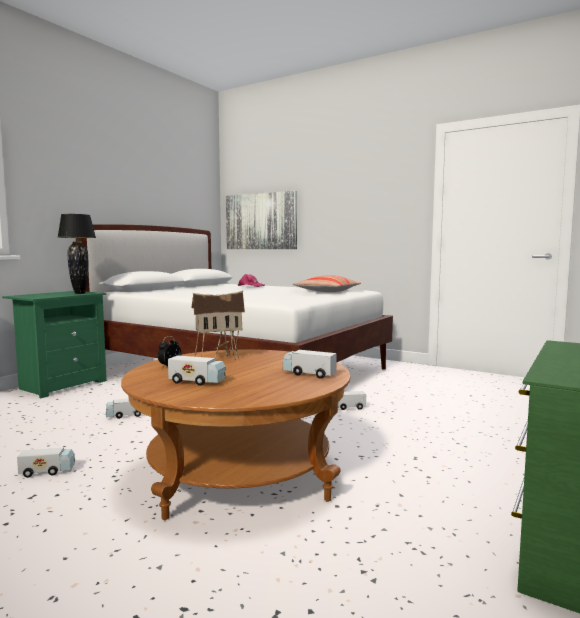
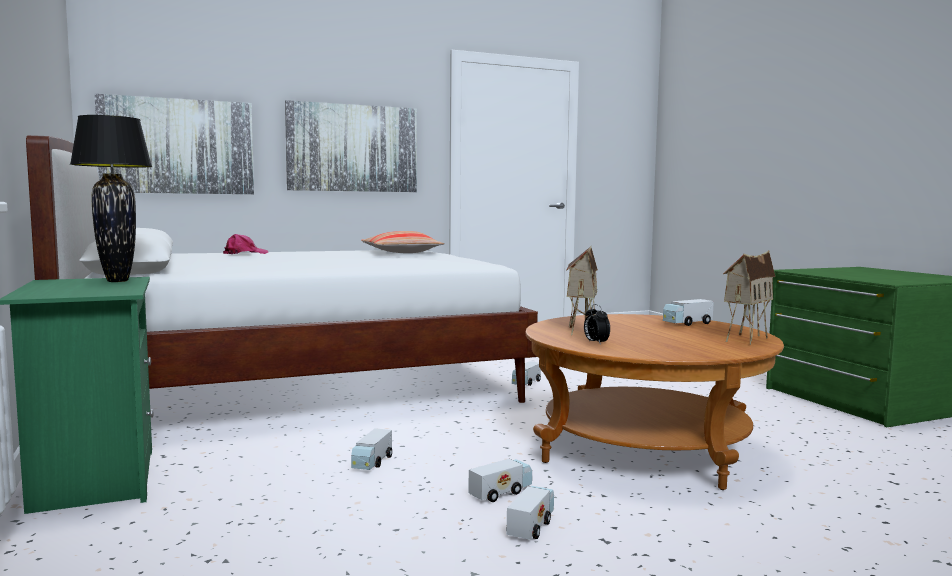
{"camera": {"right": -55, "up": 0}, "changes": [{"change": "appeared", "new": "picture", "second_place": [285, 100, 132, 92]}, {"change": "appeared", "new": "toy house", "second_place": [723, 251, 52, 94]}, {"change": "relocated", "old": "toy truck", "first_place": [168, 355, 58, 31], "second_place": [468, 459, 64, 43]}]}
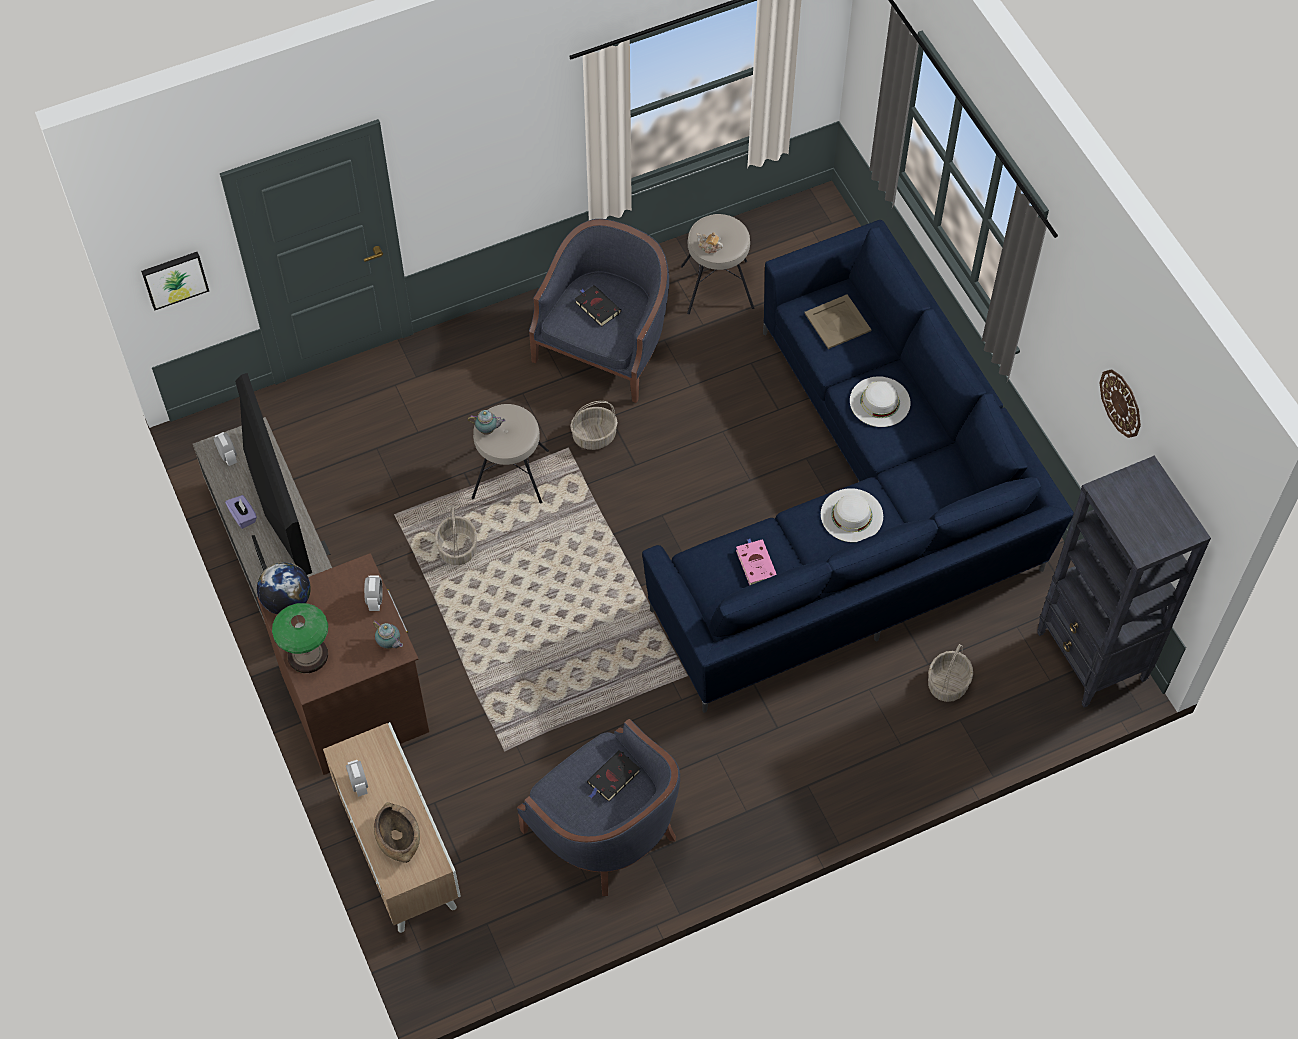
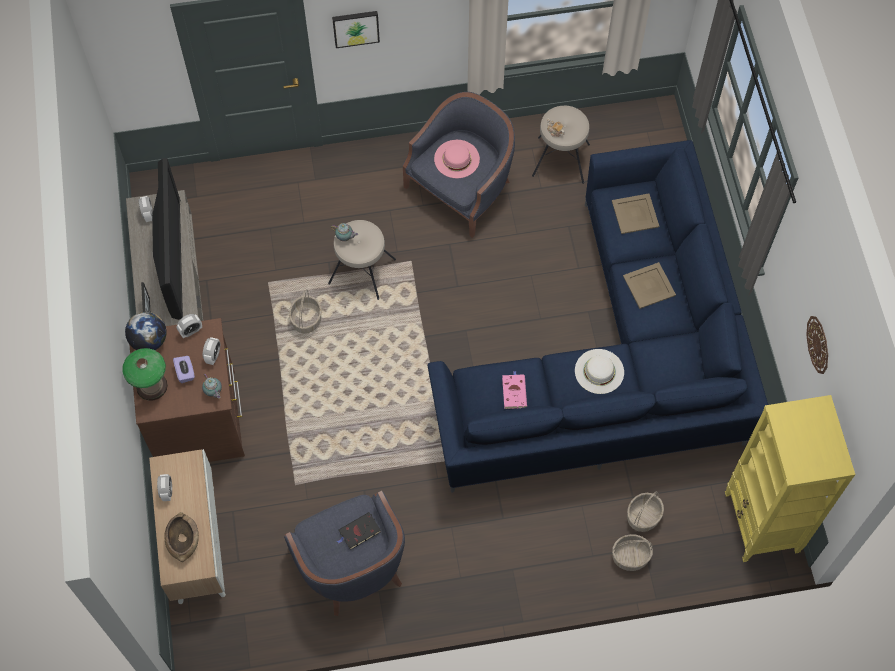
{"camera": {"right": 15, "up": 5}, "changes": [{"change": "appeared", "new": "alarm clock", "second_place": [177, 314, 25, 24]}, {"change": "relocated", "old": "picture", "first_place": [141, 252, 68, 58], "second_place": [332, 11, 48, 37]}, {"change": "relocated", "old": "purple tissue box", "first_place": [225, 495, 32, 34], "second_place": [173, 356, 22, 27]}, {"change": "relocated", "old": "basket", "first_place": [570, 401, 48, 49], "second_place": [612, 534, 41, 37]}, {"change": "exchanged", "old": "black book", "new": "pink hat", "first_place": [575, 285, 46, 42], "second_place": [434, 140, 46, 38]}, {"change": "exchanged", "old": "white hat", "new": "beige tray", "first_place": [850, 376, 60, 51], "second_place": [623, 262, 53, 47]}, {"change": "colour", "old": "black bookcase", "new": "yellow bookcase", "first_place": [1037, 456, 174, 251], "second_place": [725, 395, 130, 167]}]}
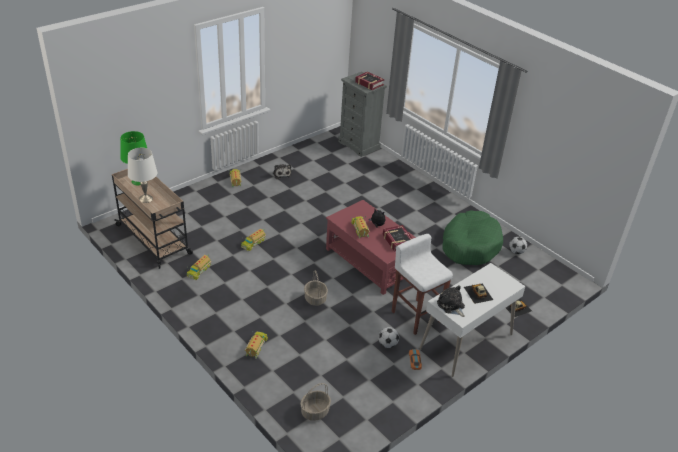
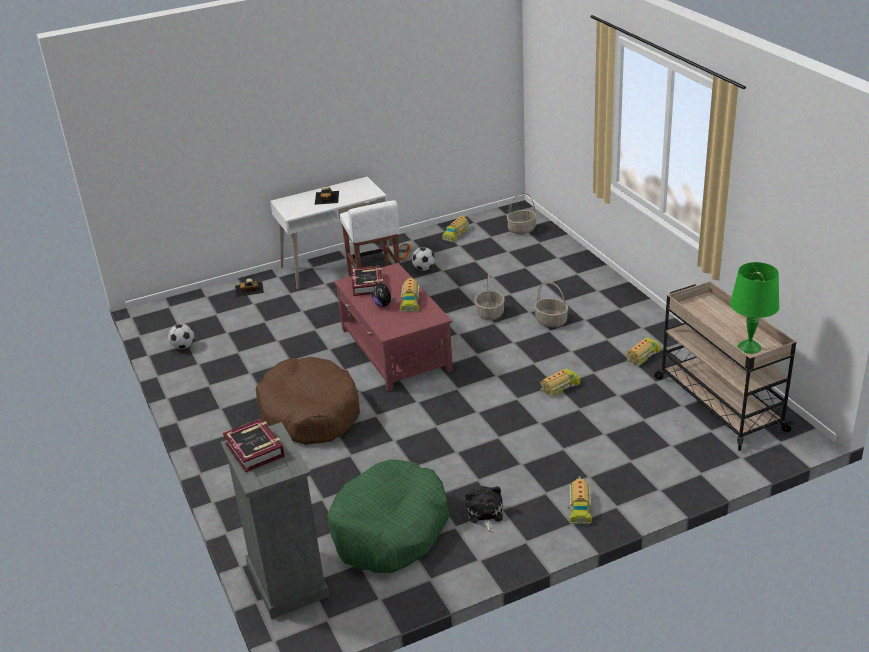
{"camera": {"right": -160, "up": -5}, "changes": [{"change": "missing", "old": "white table lamp", "first_place": [128, 148, 30, 55]}, {"change": "missing", "old": "plush toy", "first_place": [437, 285, 28, 32]}, {"change": "appeared", "new": "brown dog bed", "second_place": [256, 357, 104, 88]}, {"change": "appeared", "new": "basket", "second_place": [534, 281, 35, 46]}, {"change": "relocated", "old": "toy truck", "first_place": [245, 331, 23, 28], "second_place": [442, 216, 27, 26]}, {"change": "relocated", "old": "green dog bed", "first_place": [442, 210, 61, 55], "second_place": [327, 459, 122, 114]}]}
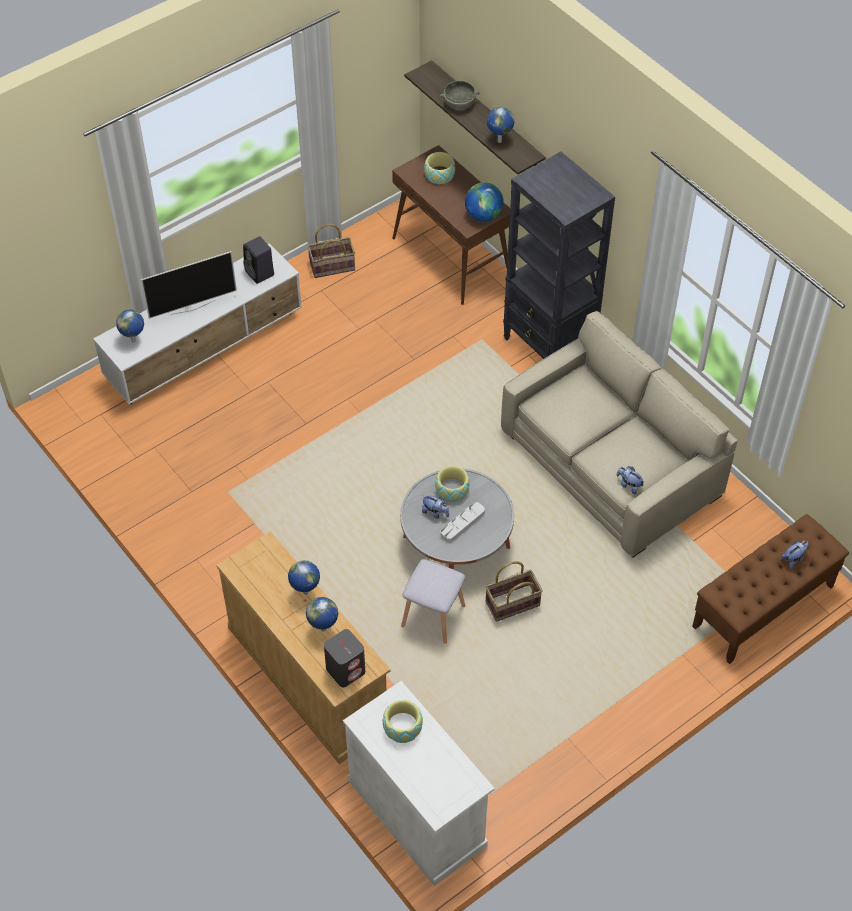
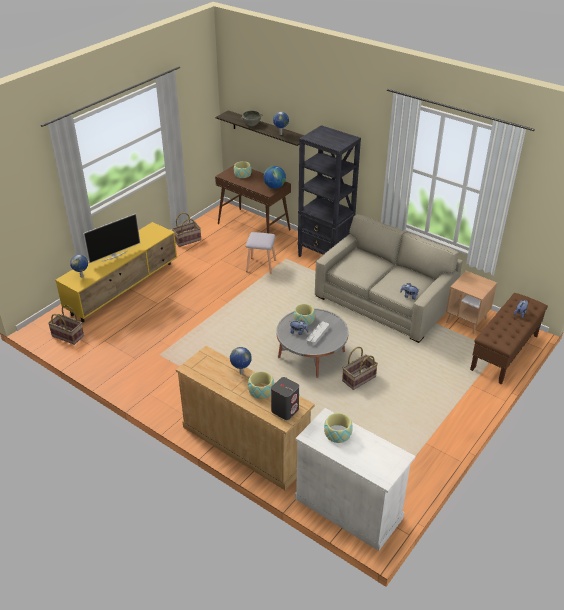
{"camera": {"right": -15, "up": -15}, "changes": [{"change": "missing", "old": "black speaker", "first_place": [243, 236, 31, 48]}, {"change": "appeared", "new": "basket", "second_place": [48, 305, 36, 40]}, {"change": "appeared", "new": "brown side table", "second_place": [446, 271, 51, 64]}, {"change": "relocated", "old": "grey stool", "first_place": [401, 559, 64, 85], "second_place": [246, 232, 30, 42]}, {"change": "exchanged", "old": "globe", "new": "bowl", "first_place": [306, 597, 32, 35], "second_place": [248, 371, 26, 28]}, {"change": "colour", "old": "white tv stand", "new": "yellow tv stand", "first_place": [93, 243, 209, 161], "second_place": [55, 222, 122, 100]}]}
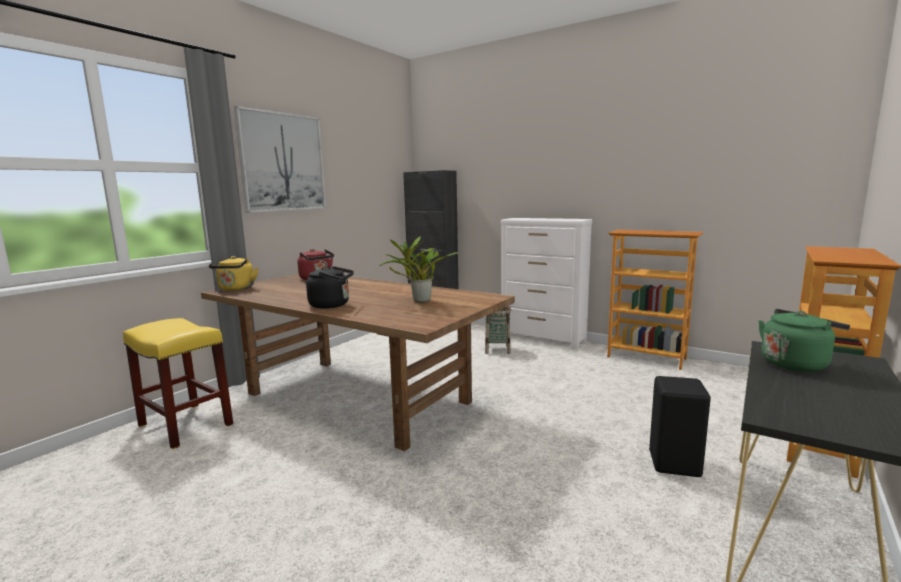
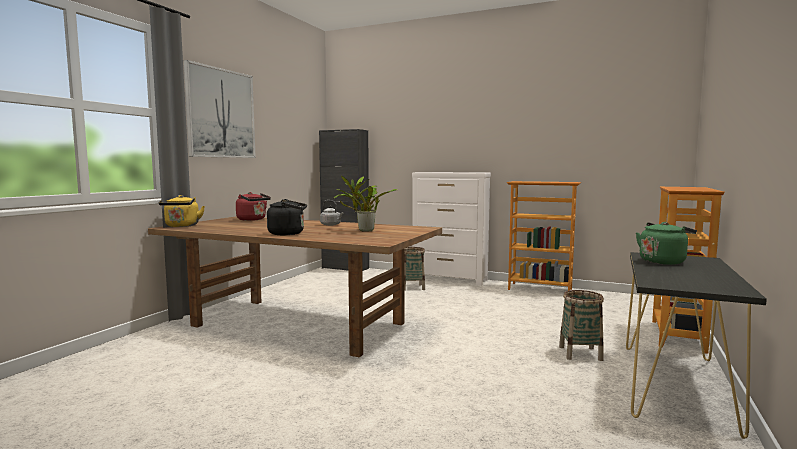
{"camera": {"right": -10, "up": -5}, "changes": [{"change": "missing", "old": "yellow stool", "first_place": [123, 318, 110, 131]}, {"change": "appeared", "new": "grey kettle", "second_place": [320, 200, 24, 26]}, {"change": "exchanged", "old": "black stool", "new": "basket", "first_place": [649, 376, 62, 101], "second_place": [559, 290, 45, 71]}]}
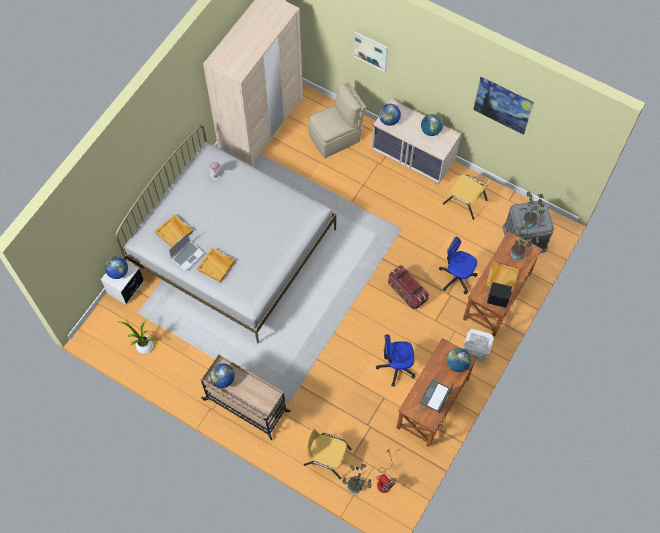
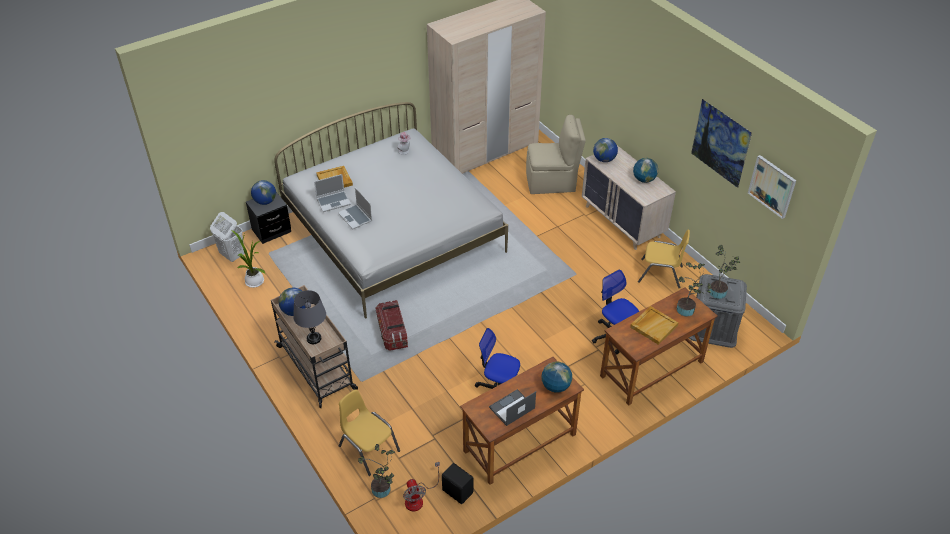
{"camera": {"right": 25, "up": -20}, "changes": [{"change": "appeared", "new": "grey table lamp", "second_place": [293, 290, 33, 54]}, {"change": "relocated", "old": "picture", "first_place": [353, 31, 35, 41], "second_place": [748, 155, 48, 64]}, {"change": "relocated", "old": "storage box", "first_place": [388, 265, 41, 44], "second_place": [375, 300, 33, 51]}, {"change": "relocated", "old": "white laundry basket", "first_place": [464, 329, 29, 33], "second_place": [210, 212, 35, 50]}, {"change": "relocated", "old": "black speaker", "first_place": [487, 282, 25, 26], "second_place": [442, 463, 31, 41]}, {"change": "exchanged", "old": "beige tray", "new": "laptop", "first_place": [197, 248, 38, 34], "second_place": [338, 188, 34, 41]}, {"change": "colour", "old": "white nightstand", "new": "black nightstand", "first_place": [101, 261, 43, 44], "second_place": [246, 192, 45, 52]}, {"change": "spun", "old": "yellow chair", "first_place": [443, 175, 47, 45], "second_place": [638, 230, 52, 58], "degrees": -45}]}
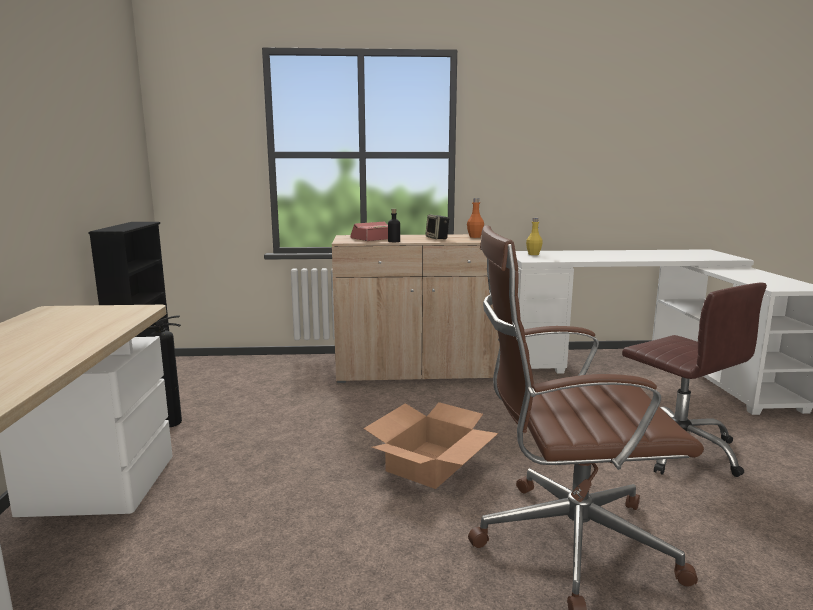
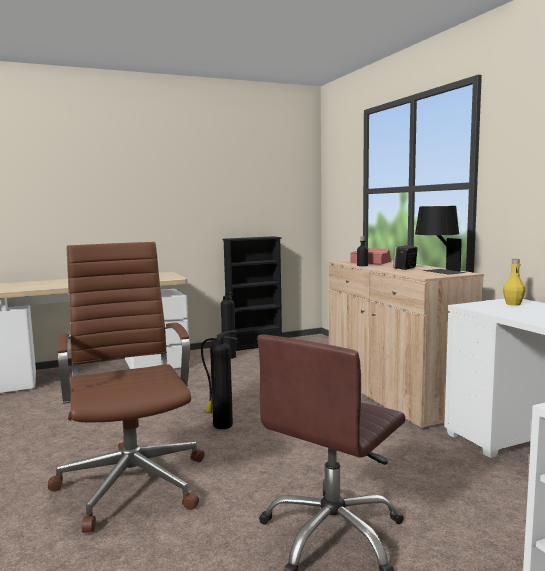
{"camera": {"right": 70, "up": -5}, "changes": [{"change": "exchanged", "old": "cardboard box", "new": "fire extinguisher", "first_place": [364, 402, 134, 87], "second_place": [201, 330, 36, 99]}, {"change": "exchanged", "old": "orange bottle", "new": "black table lamp", "first_place": [467, 198, 17, 40], "second_place": [415, 206, 51, 68]}]}
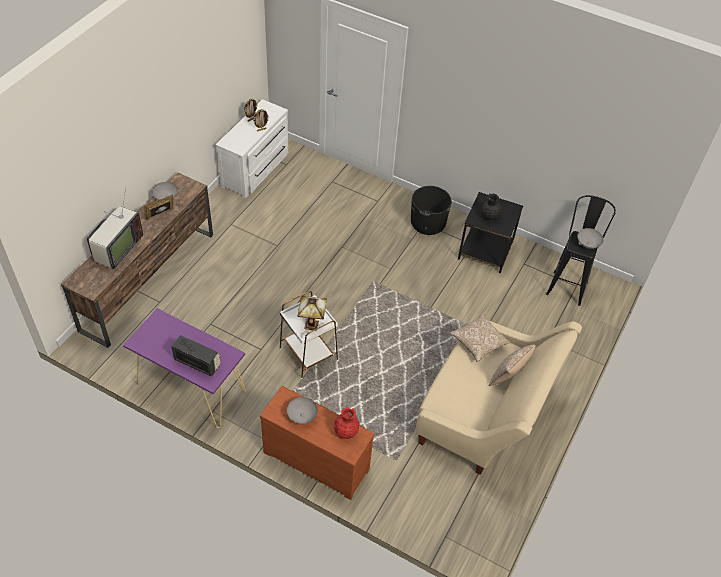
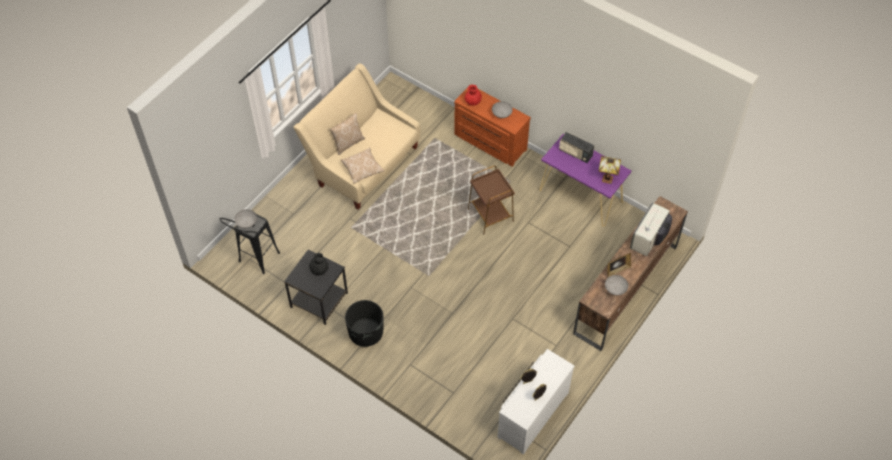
{"camera": {"right": -170, "up": 5}, "changes": [{"change": "relocated", "old": "table lamp", "first_place": [298, 296, 29, 35], "second_place": [598, 156, 23, 28]}, {"change": "colour", "old": "white side table", "new": "brown side table", "first_place": [280, 291, 58, 88], "second_place": [468, 166, 47, 68]}]}
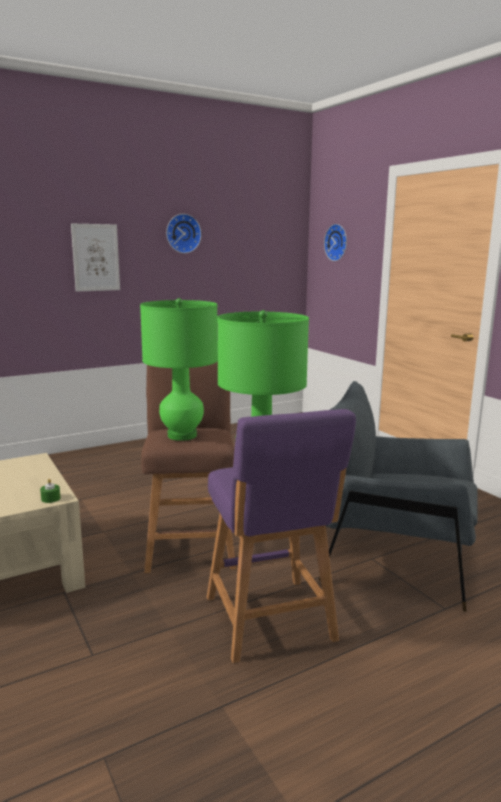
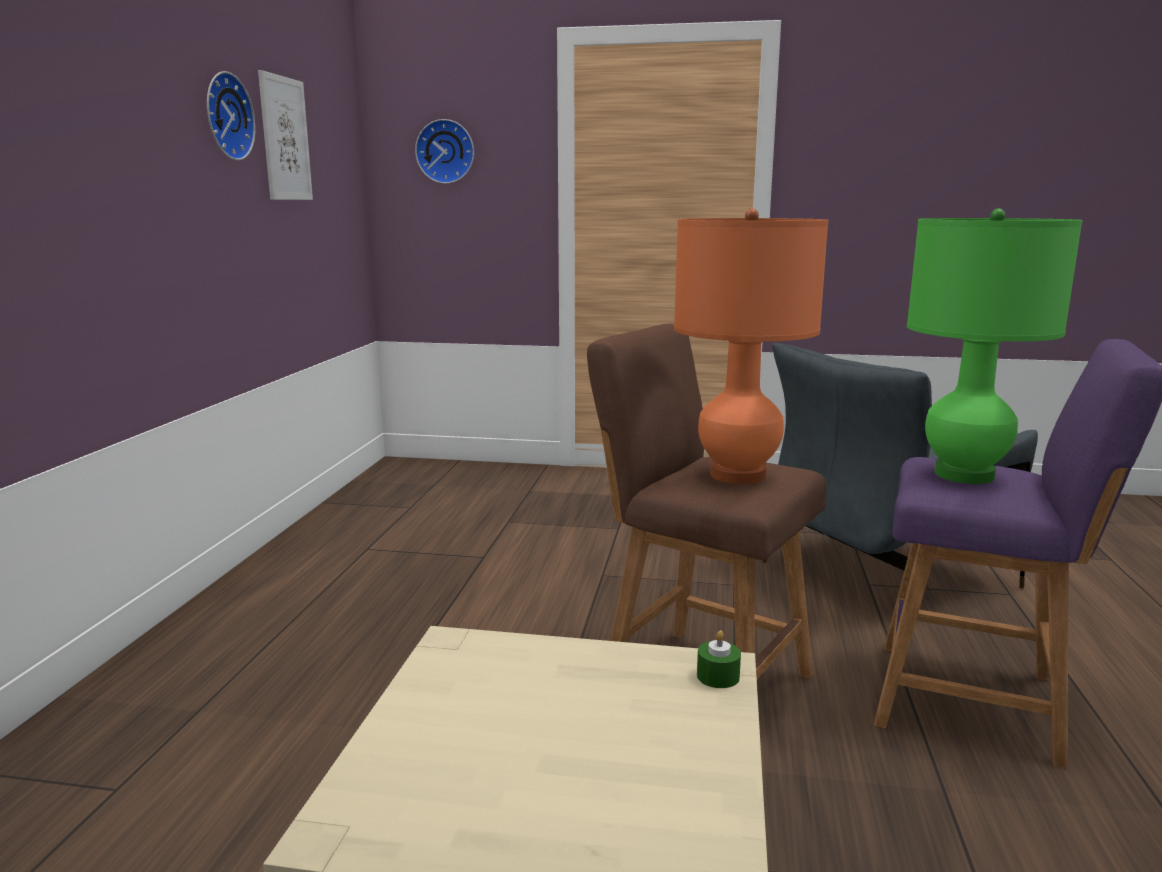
{"camera": {"right": -50, "up": 0}, "changes": [{"change": "relocated", "old": "picture", "first_place": [71, 223, 49, 69], "second_place": [258, 70, 55, 130]}, {"change": "colour", "old": "green table lamp", "new": "orange table lamp", "first_place": [140, 298, 78, 143], "second_place": [674, 208, 154, 276]}]}
